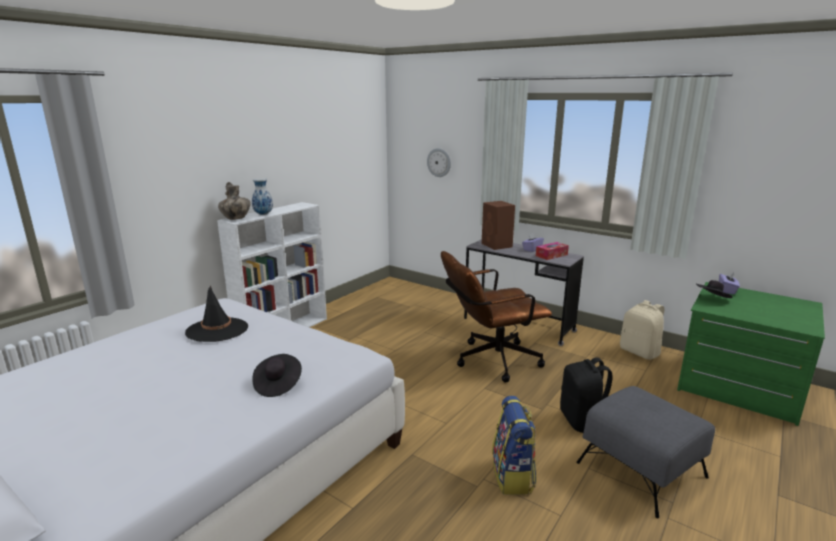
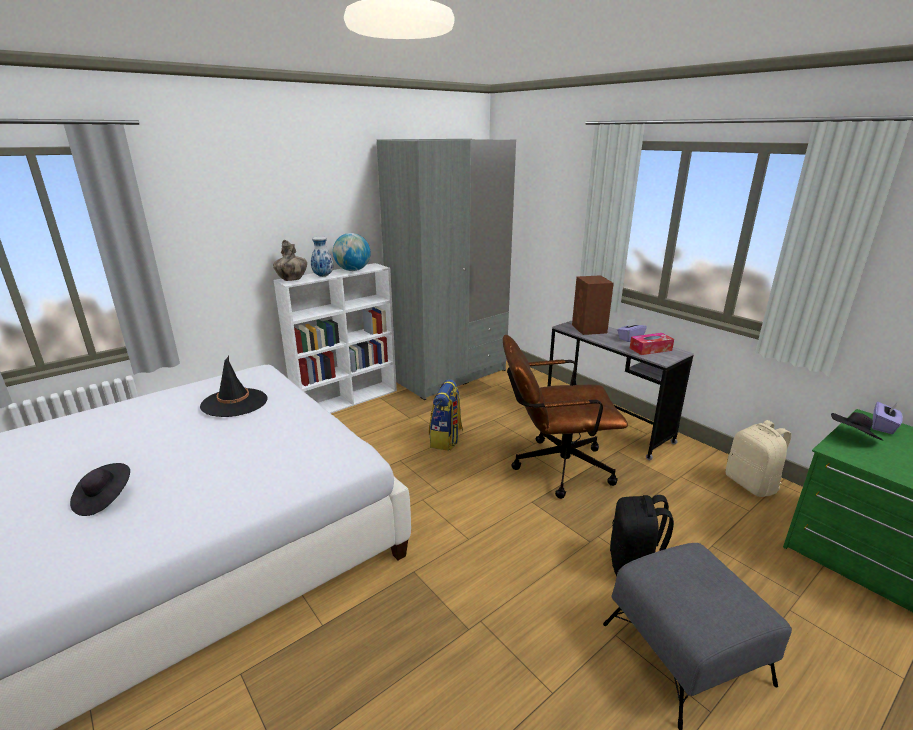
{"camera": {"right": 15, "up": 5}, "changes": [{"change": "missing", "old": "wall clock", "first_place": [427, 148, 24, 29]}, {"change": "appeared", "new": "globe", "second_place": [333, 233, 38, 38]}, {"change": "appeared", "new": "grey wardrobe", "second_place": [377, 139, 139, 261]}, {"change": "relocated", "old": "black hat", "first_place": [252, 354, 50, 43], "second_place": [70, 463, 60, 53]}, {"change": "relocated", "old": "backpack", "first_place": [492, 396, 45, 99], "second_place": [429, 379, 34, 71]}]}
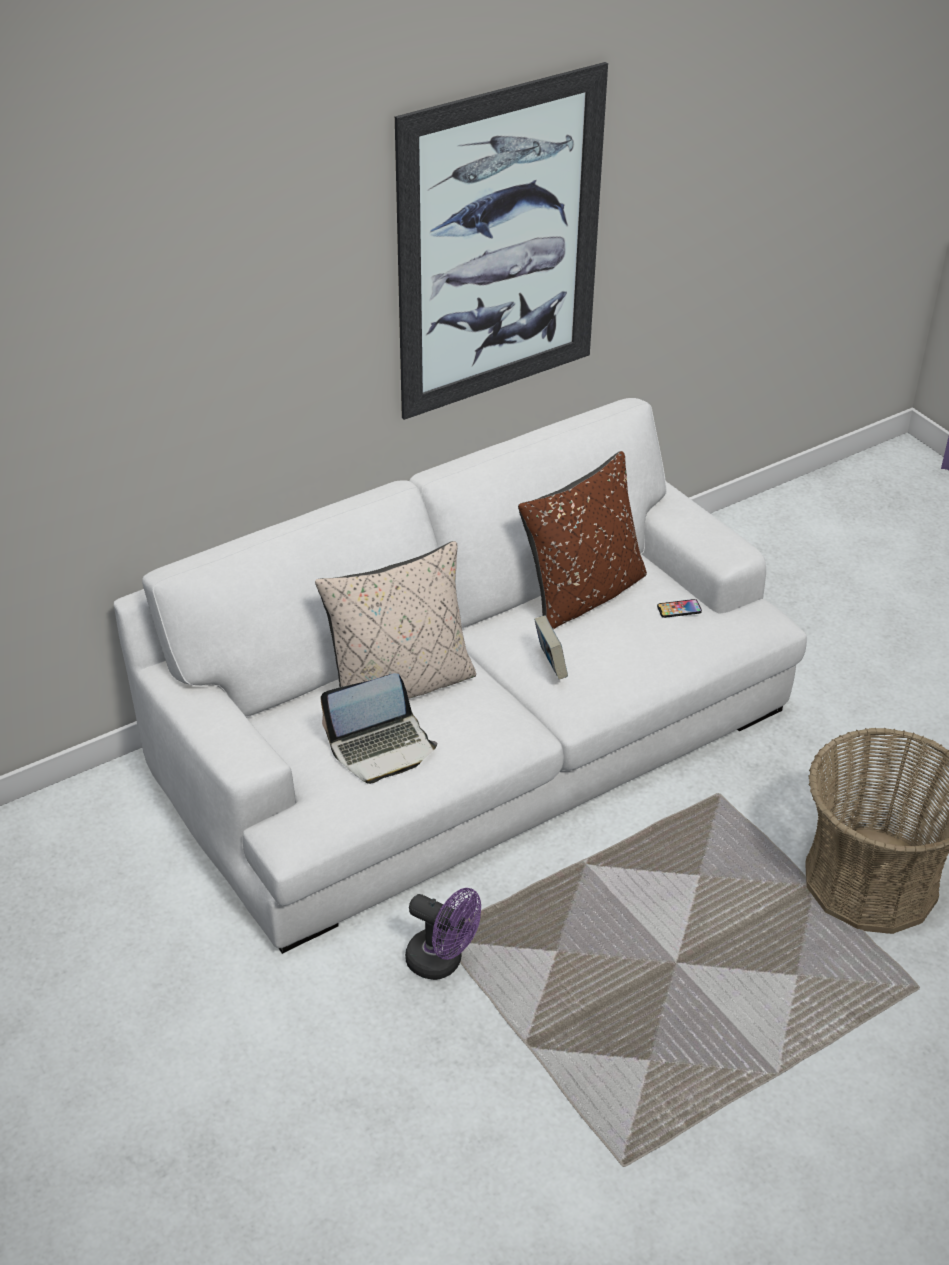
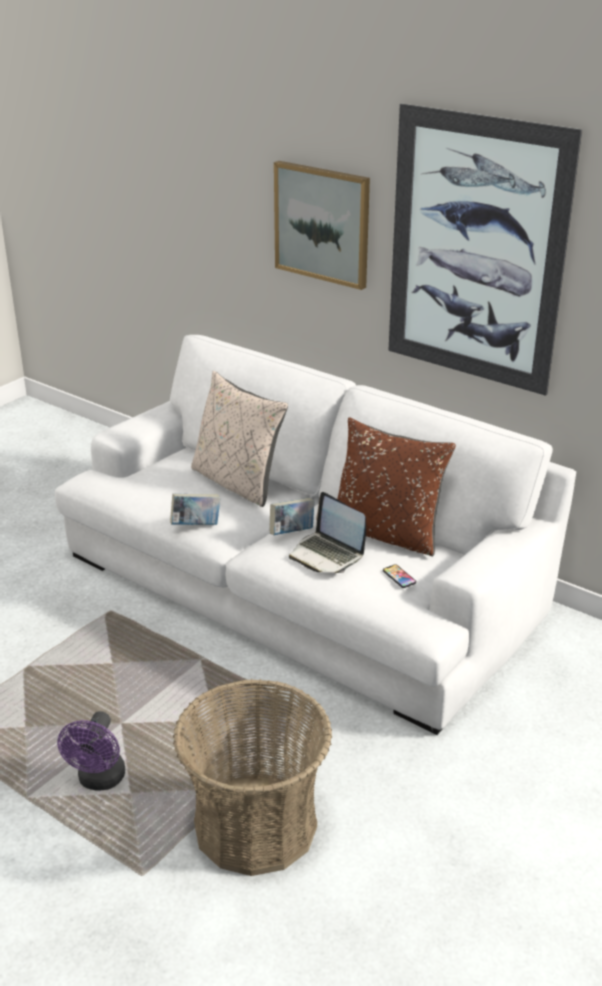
{"camera": {"right": 70, "up": -10}, "changes": [{"change": "appeared", "new": "book", "second_place": [170, 494, 51, 31]}, {"change": "appeared", "new": "picture", "second_place": [274, 161, 96, 129]}, {"change": "relocated", "old": "laptop", "first_place": [320, 673, 117, 111], "second_place": [289, 492, 77, 81]}, {"change": "relocated", "old": "purple fan", "first_place": [405, 888, 76, 92], "second_place": [57, 711, 68, 80]}]}
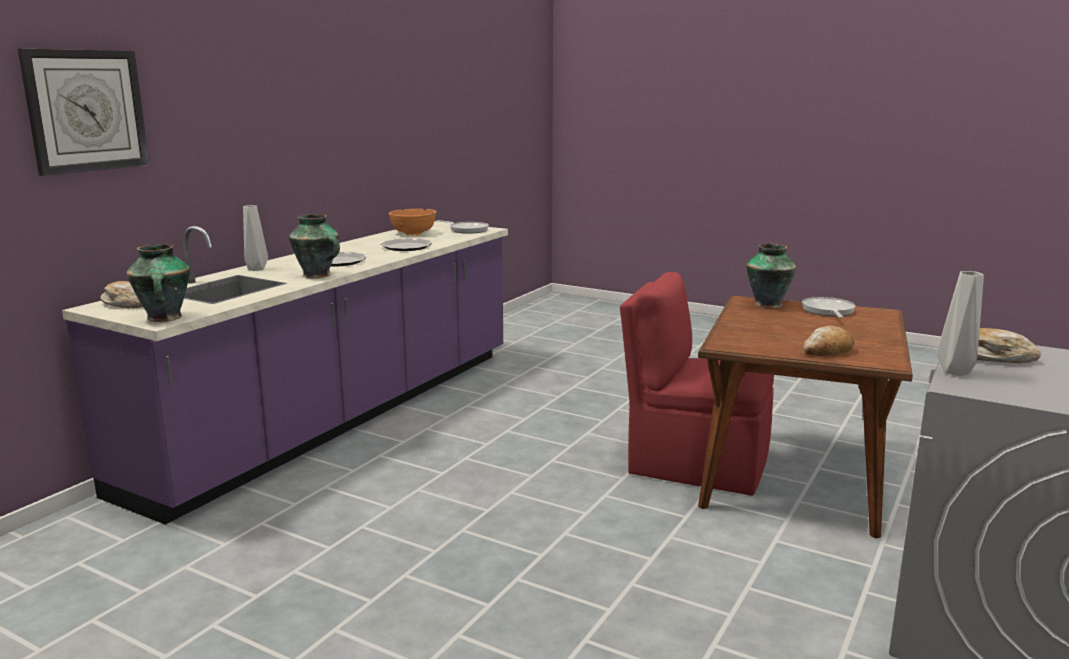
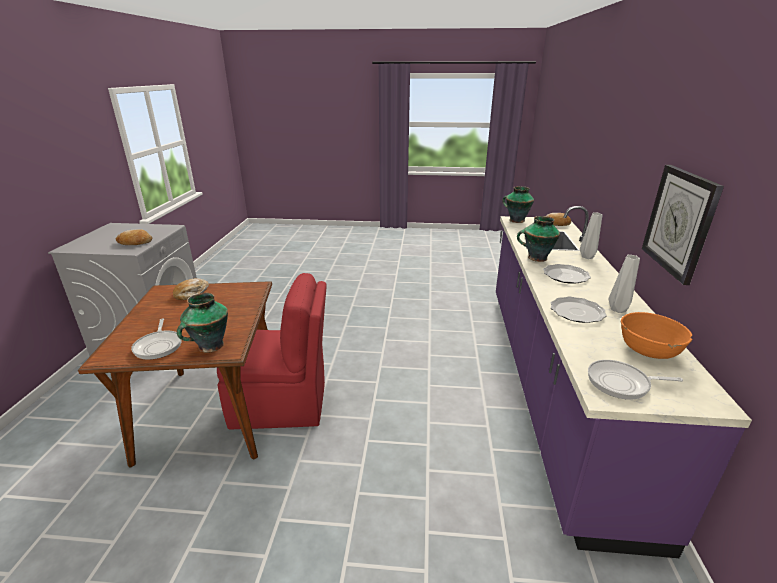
{"camera": {"right": 155, "up": 10}, "changes": [{"change": "relocated", "old": "wall clock", "first_place": [18, 49, 131, 127], "second_place": [642, 165, 82, 120]}, {"change": "relocated", "old": "grey vase", "first_place": [937, 271, 47, 105], "second_place": [608, 255, 32, 58]}]}
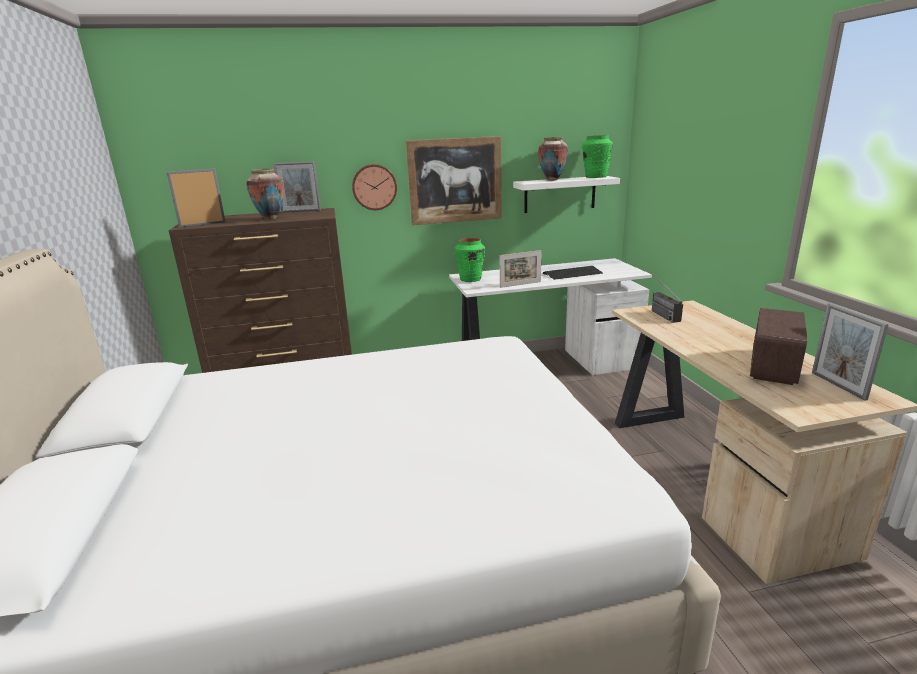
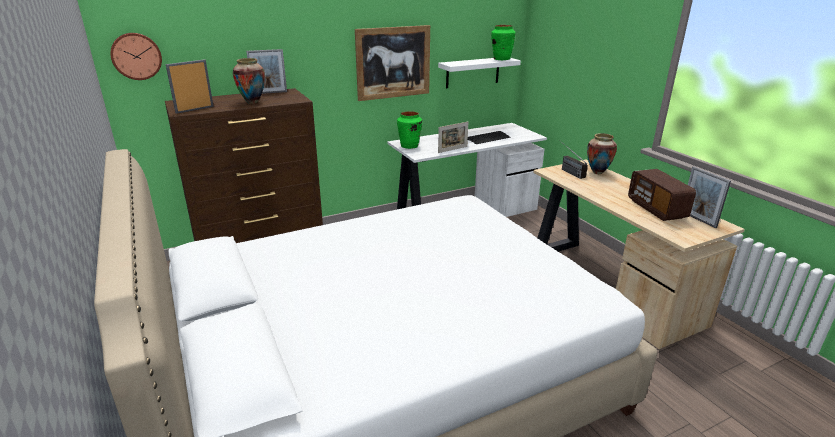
{"camera": {"right": -15, "up": 5}, "changes": [{"change": "relocated", "old": "wall clock", "first_place": [352, 164, 45, 46], "second_place": [110, 33, 52, 47]}, {"change": "relocated", "old": "vase", "first_place": [538, 137, 30, 44], "second_place": [587, 133, 30, 41]}, {"change": "spun", "old": "radio", "first_place": [750, 308, 57, 77], "second_place": [628, 169, 68, 52], "degrees": 150}]}
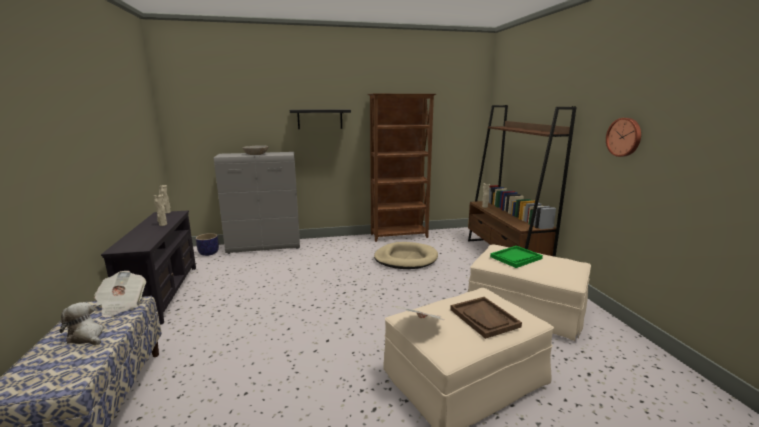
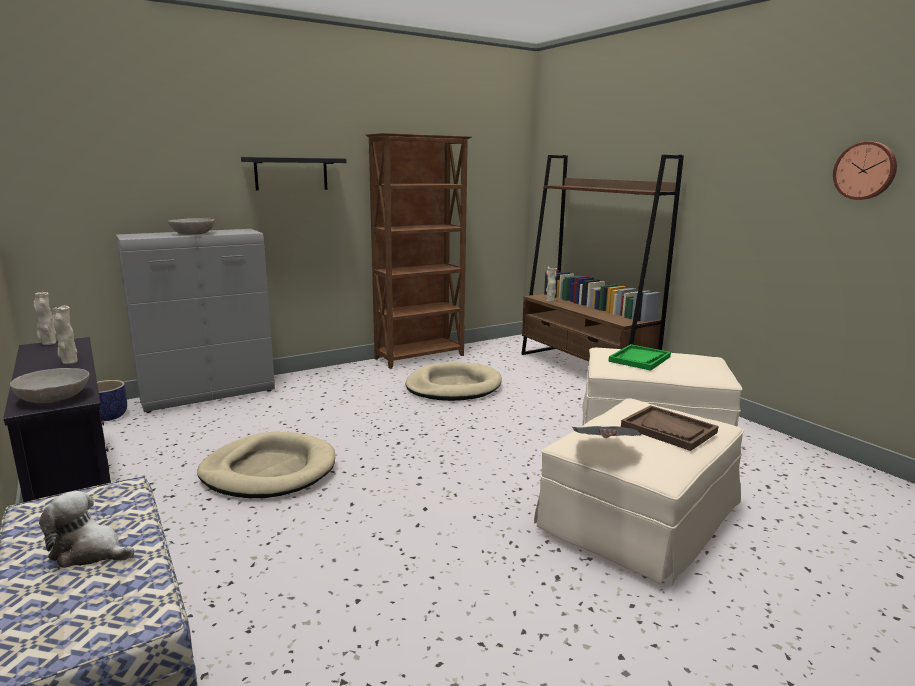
{"camera": {"right": -20, "up": 0}, "changes": [{"change": "missing", "old": "newspaper", "first_place": [94, 271, 52, 46]}, {"change": "appeared", "new": "grey bowl", "second_place": [10, 368, 80, 35]}, {"change": "appeared", "new": "beige dog bed", "second_place": [197, 431, 138, 67]}, {"change": "relocated", "old": "wall clock", "first_place": [606, 118, 35, 39], "second_place": [833, 141, 64, 59]}]}
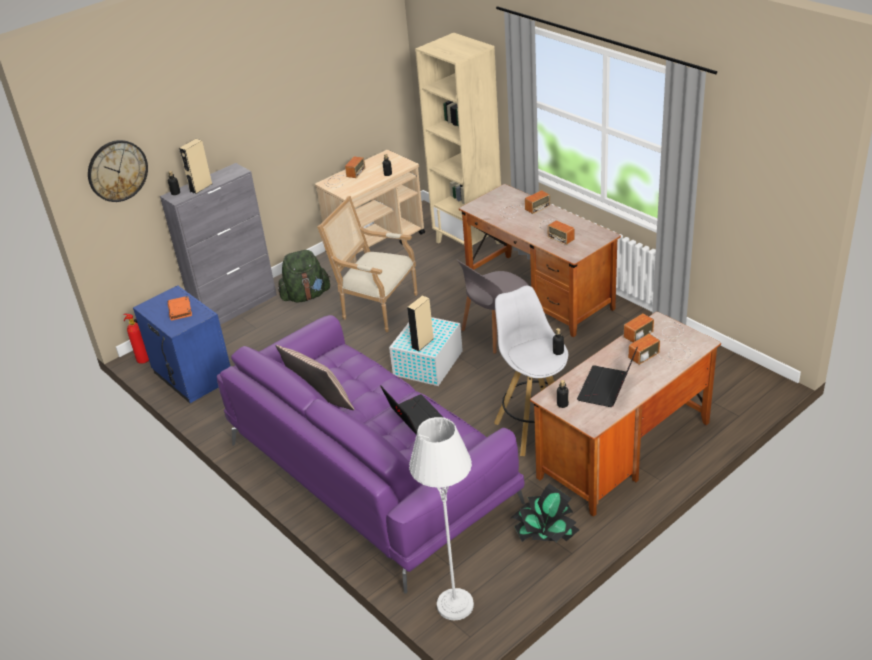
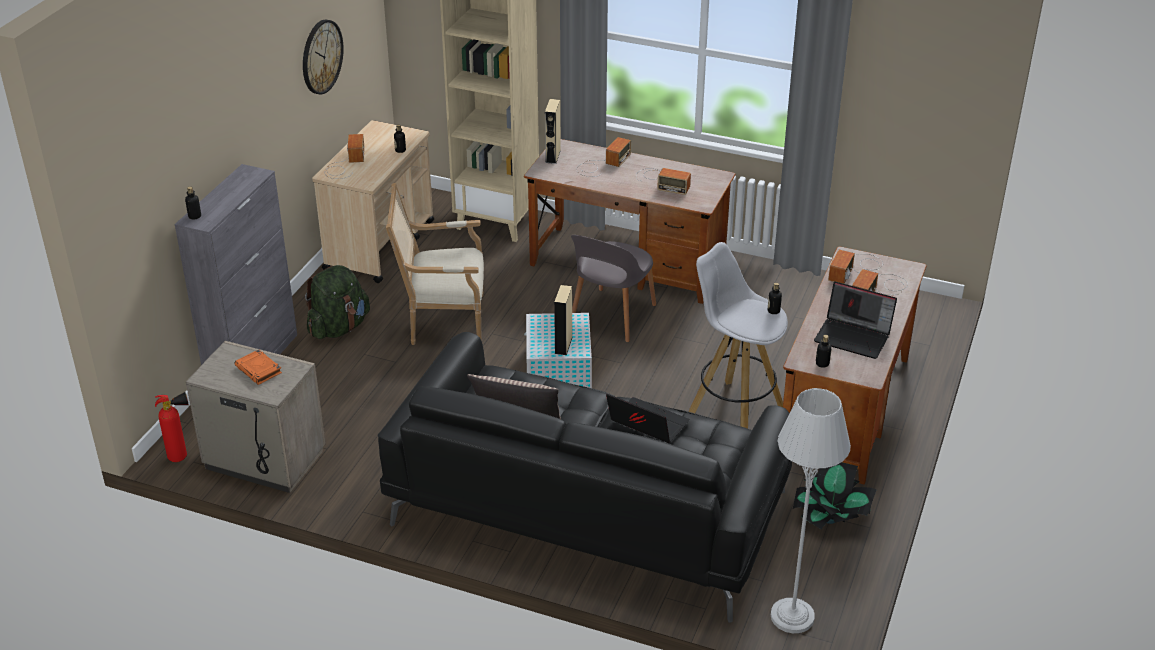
{"camera": {"right": -30, "up": 0}, "changes": [{"change": "relocated", "old": "wall clock", "first_place": [88, 140, 60, 62], "second_place": [303, 20, 40, 74]}, {"change": "relocated", "old": "beige speaker", "first_place": [179, 139, 33, 55], "second_place": [545, 99, 16, 65]}, {"change": "colour", "old": "blue nightstand", "new": "beige nightstand", "first_place": [133, 285, 97, 118], "second_place": [186, 341, 140, 152]}, {"change": "colour", "old": "purple sofa", "new": "black sofa", "first_place": [217, 315, 308, 279], "second_place": [378, 332, 414, 291]}, {"change": "spun", "old": "laptop", "first_place": [577, 347, 61, 60], "second_place": [814, 281, 83, 78], "degrees": -60}]}
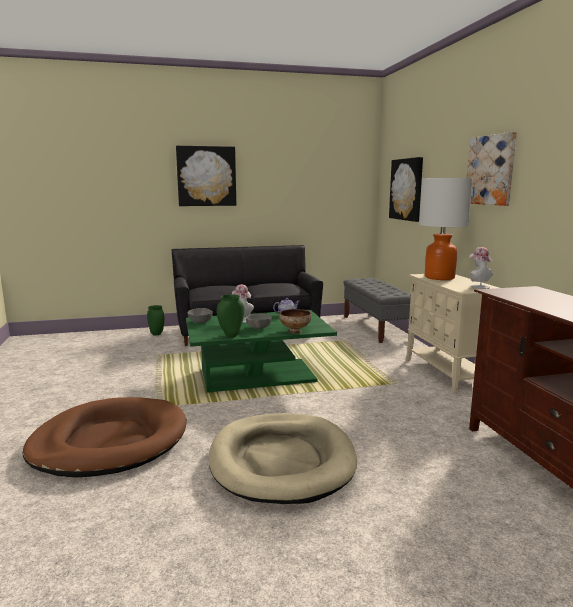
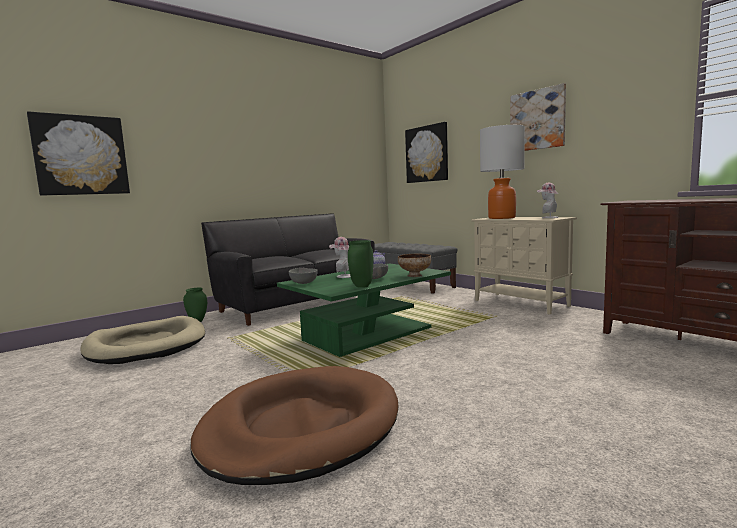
{"camera": {"right": -25, "up": -5}, "changes": [{"change": "relocated", "old": "picture", "first_place": [176, 146, 60, 60], "second_place": [27, 112, 103, 84]}, {"change": "relocated", "old": "beige dog bed", "first_place": [209, 413, 148, 91], "second_place": [81, 316, 124, 48]}]}
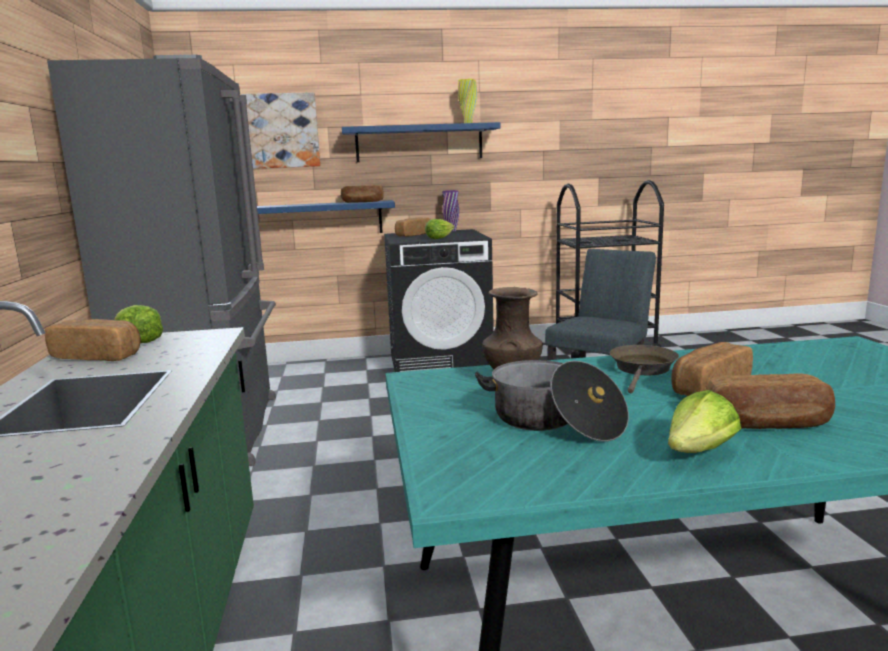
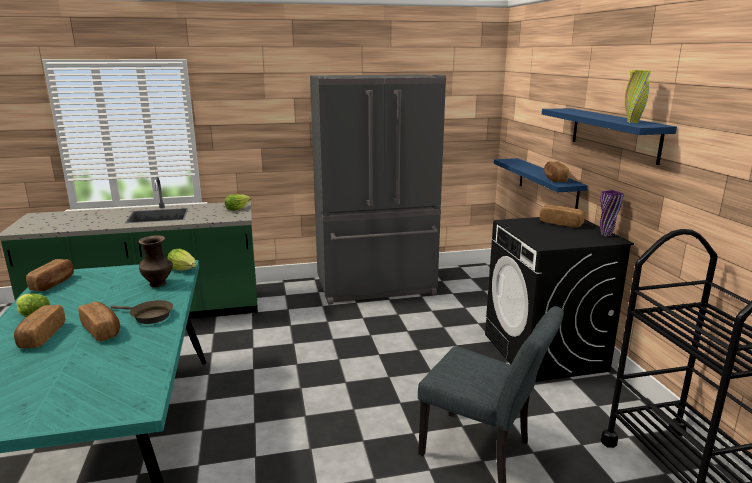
{"camera": {"right": 85, "up": 5}, "changes": [{"change": "missing", "old": "picture", "first_place": [241, 92, 80, 77]}, {"change": "missing", "old": "cooking pot", "first_place": [475, 360, 154, 81]}, {"change": "relocated", "old": "bread", "first_place": [45, 319, 96, 42], "second_place": [26, 259, 48, 32]}, {"change": "relocated", "old": "lettuce", "first_place": [425, 219, 29, 20], "second_place": [167, 249, 29, 22]}]}
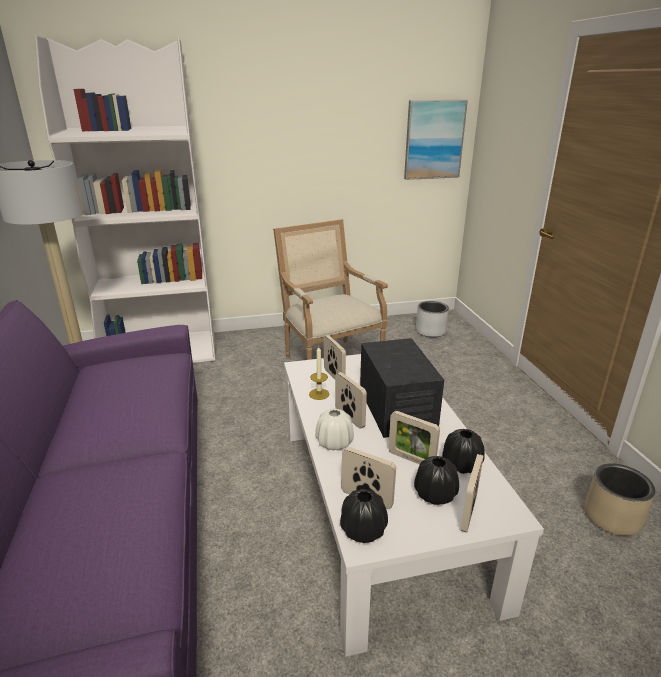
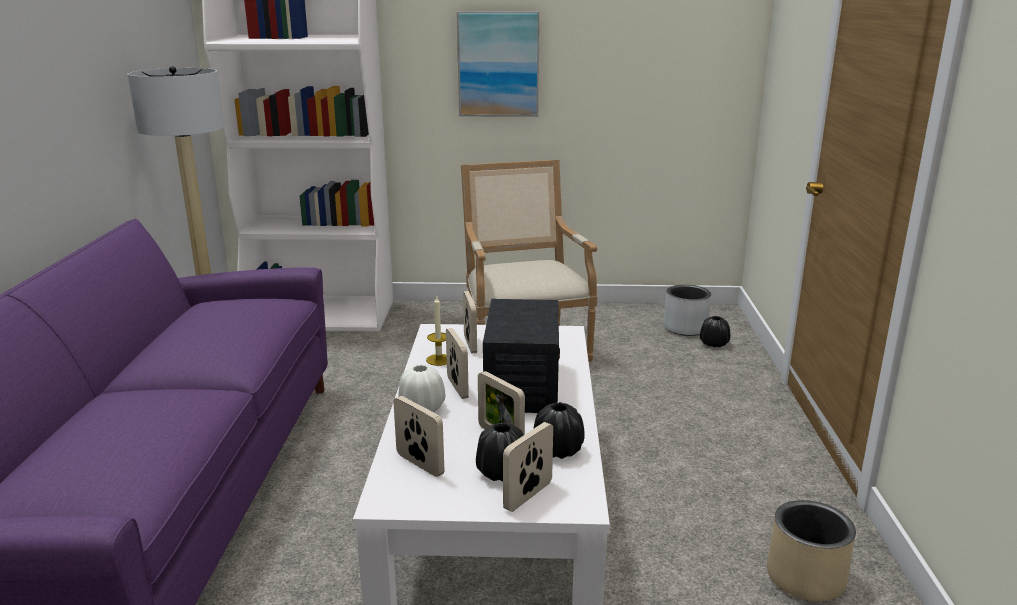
{"camera": {"right": 15, "up": -5}, "changes": [{"change": "relocated", "old": "black vase", "first_place": [340, 489, 48, 54], "second_place": [700, 316, 30, 31]}, {"change": "relocated", "old": "picture", "first_place": [404, 100, 64, 80], "second_place": [457, 11, 83, 106]}]}
